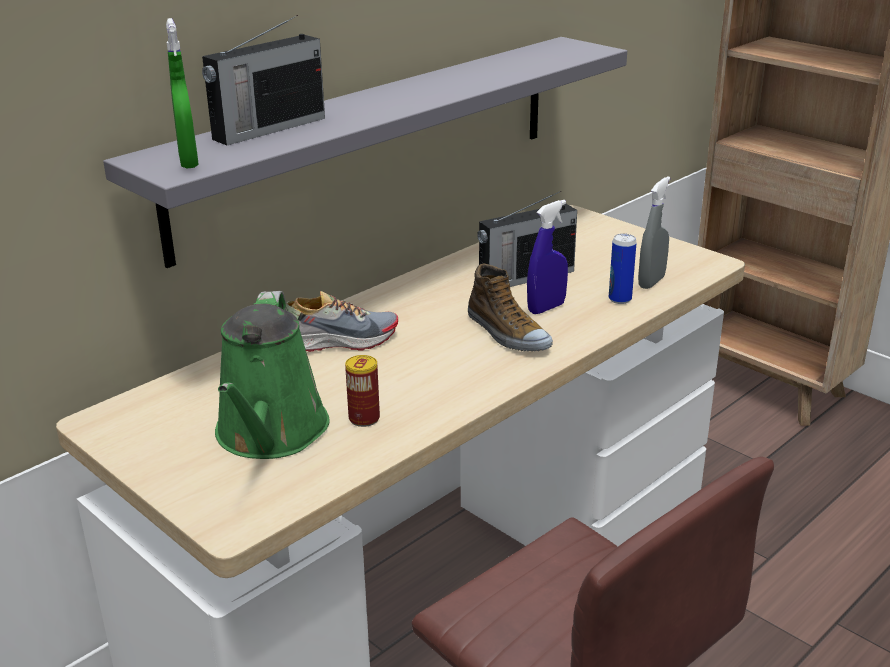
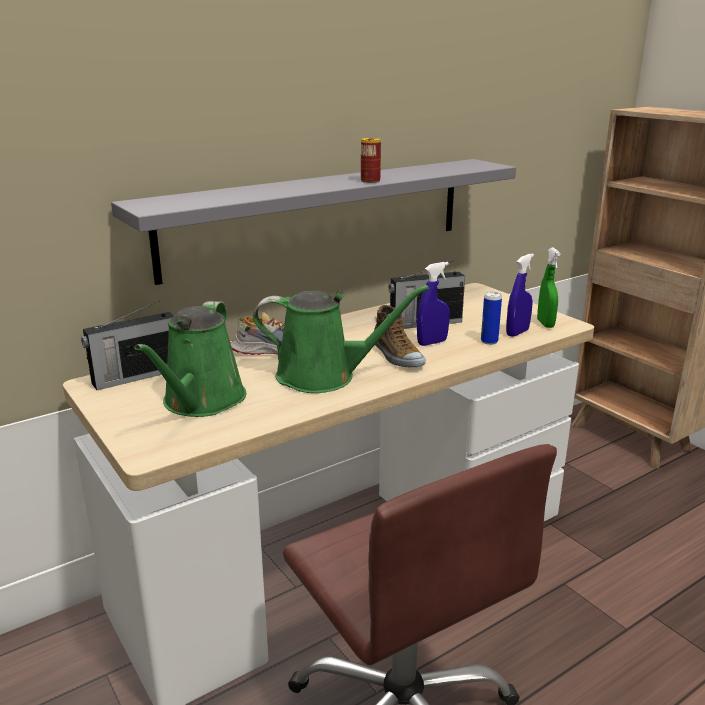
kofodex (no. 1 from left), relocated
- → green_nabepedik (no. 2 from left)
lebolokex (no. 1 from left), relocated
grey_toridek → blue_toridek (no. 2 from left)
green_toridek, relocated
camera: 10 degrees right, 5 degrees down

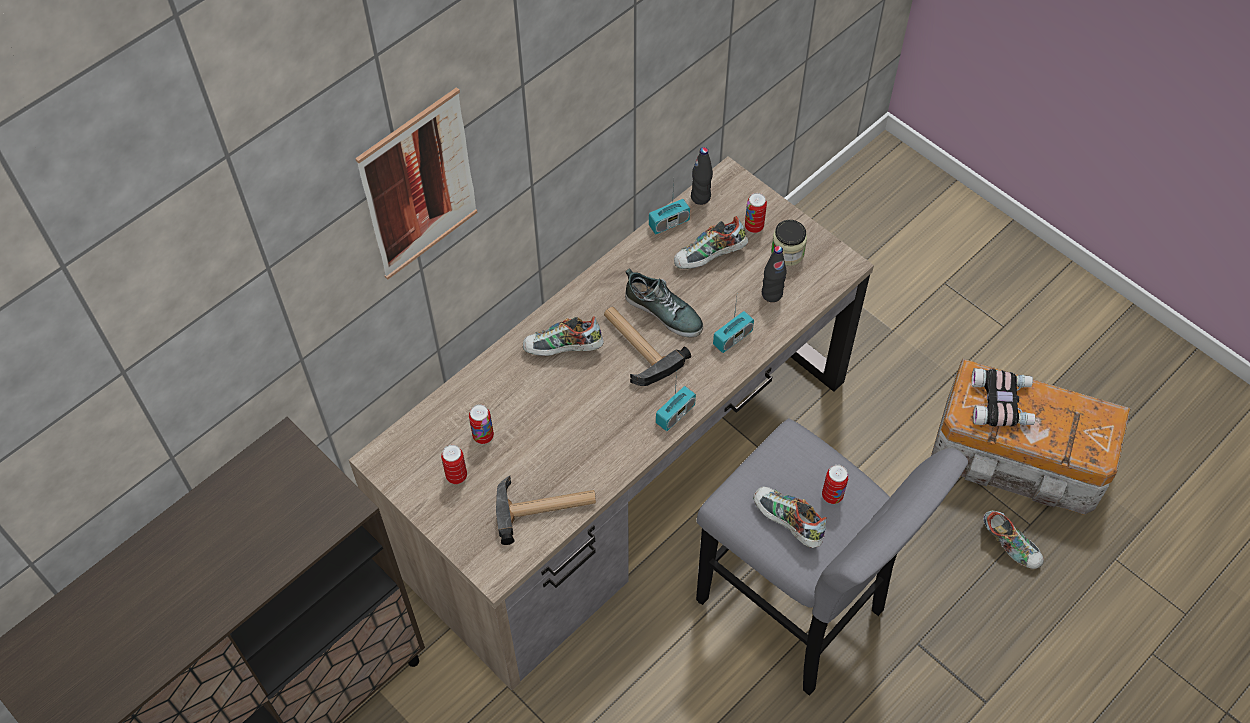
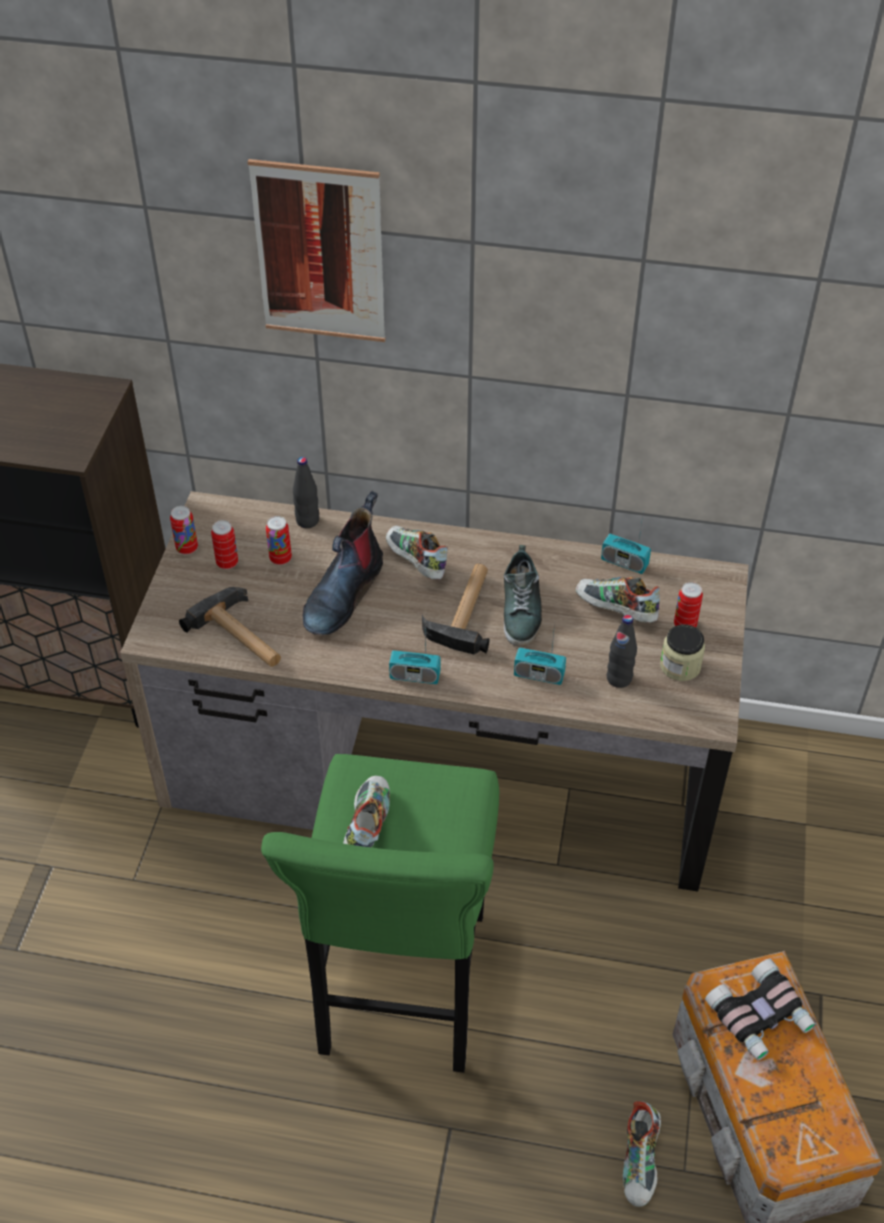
lebolokex (no. 4 from left in the first image) → lebolokex (no. 1 from left), relocated
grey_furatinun → green_furatinun
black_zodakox (no. 1 from left), relocated
- → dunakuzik
camera: 55 degrees right, 10 degrees down

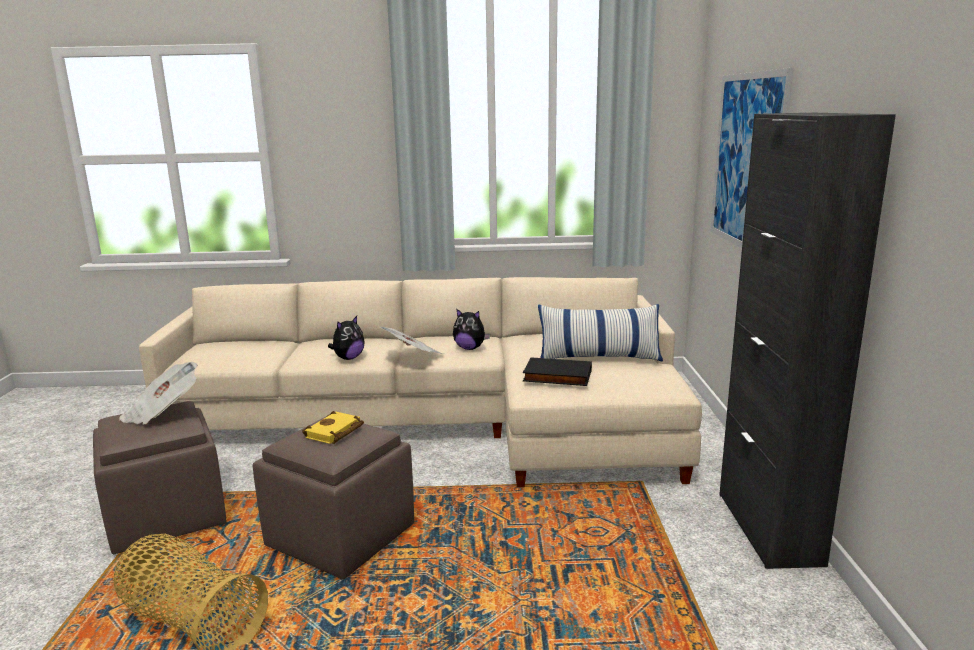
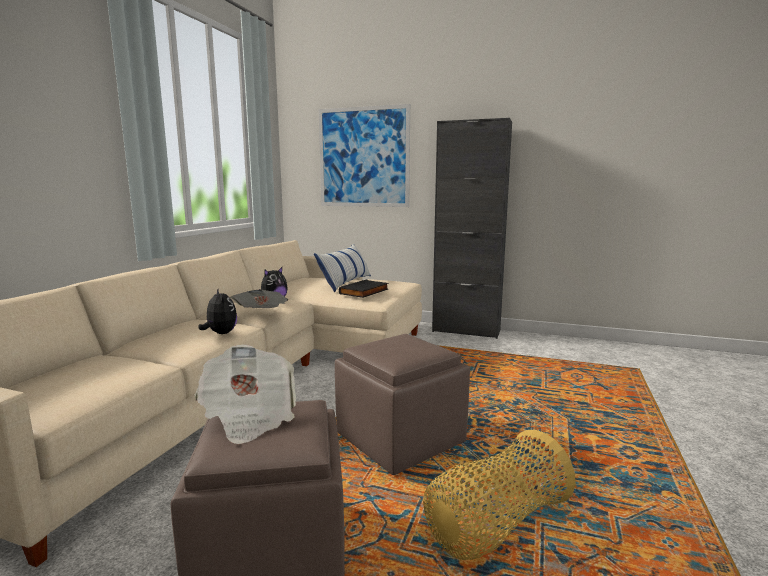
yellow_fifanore → -
camera: 70 degrees left, 5 degrees down

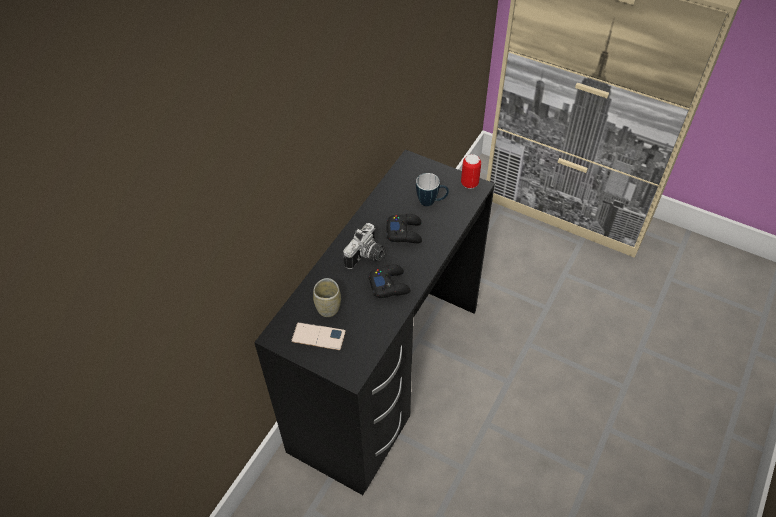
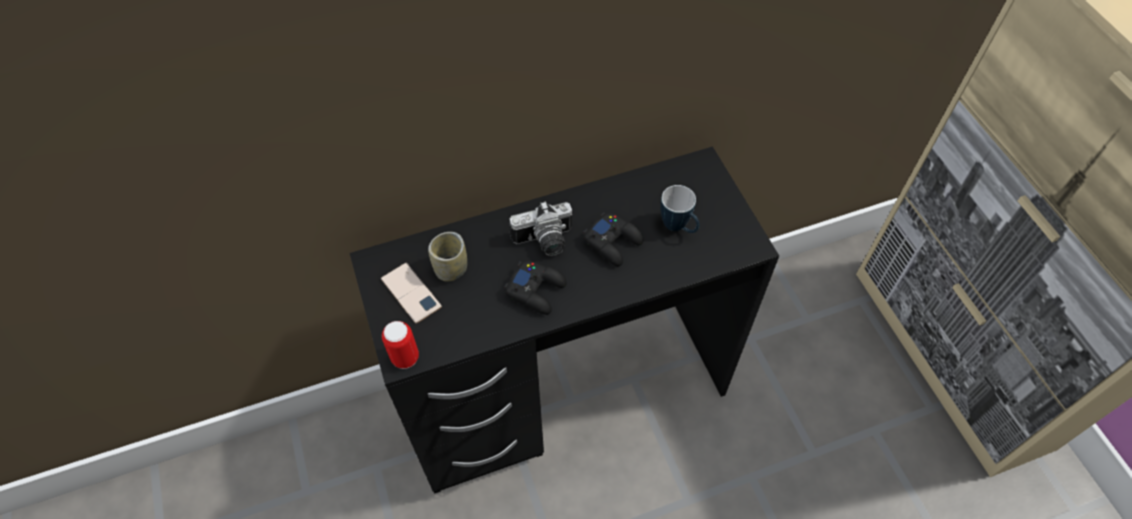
lebolokex, relocated
camera: 40 degrees right, 5 degrees up

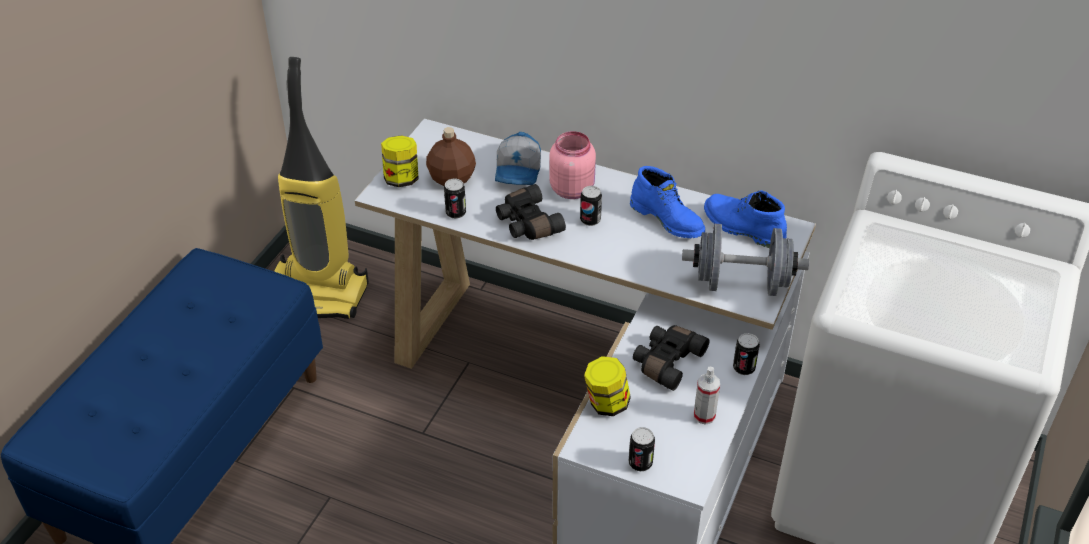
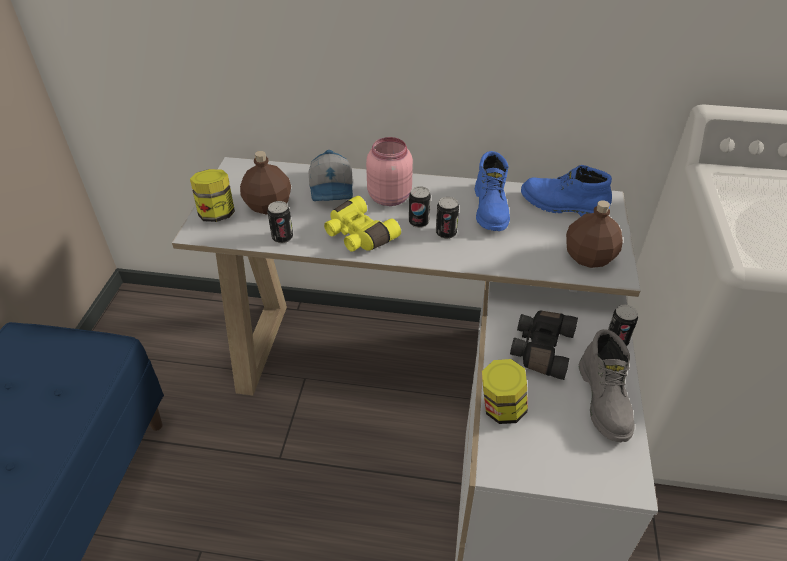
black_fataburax (no. 1 from left) → yellow_fataburax
lebolokex (no. 3 from left), relocated
blue_dunakuzik (no. 1 from left), 60 degrees clockwise
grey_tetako → brown_zodakox (no. 2 from left)
toridek → grey_dunakuzik
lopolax → -
camera: 15 degrees left, 0 degrees up

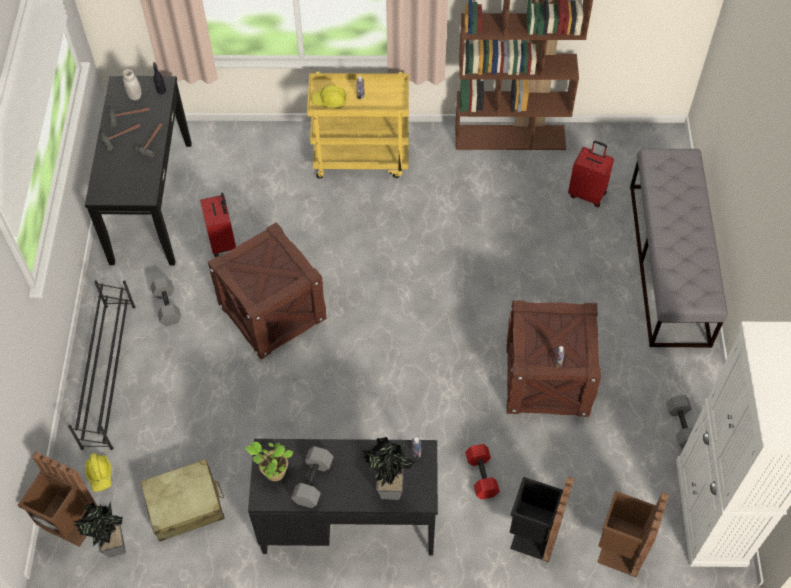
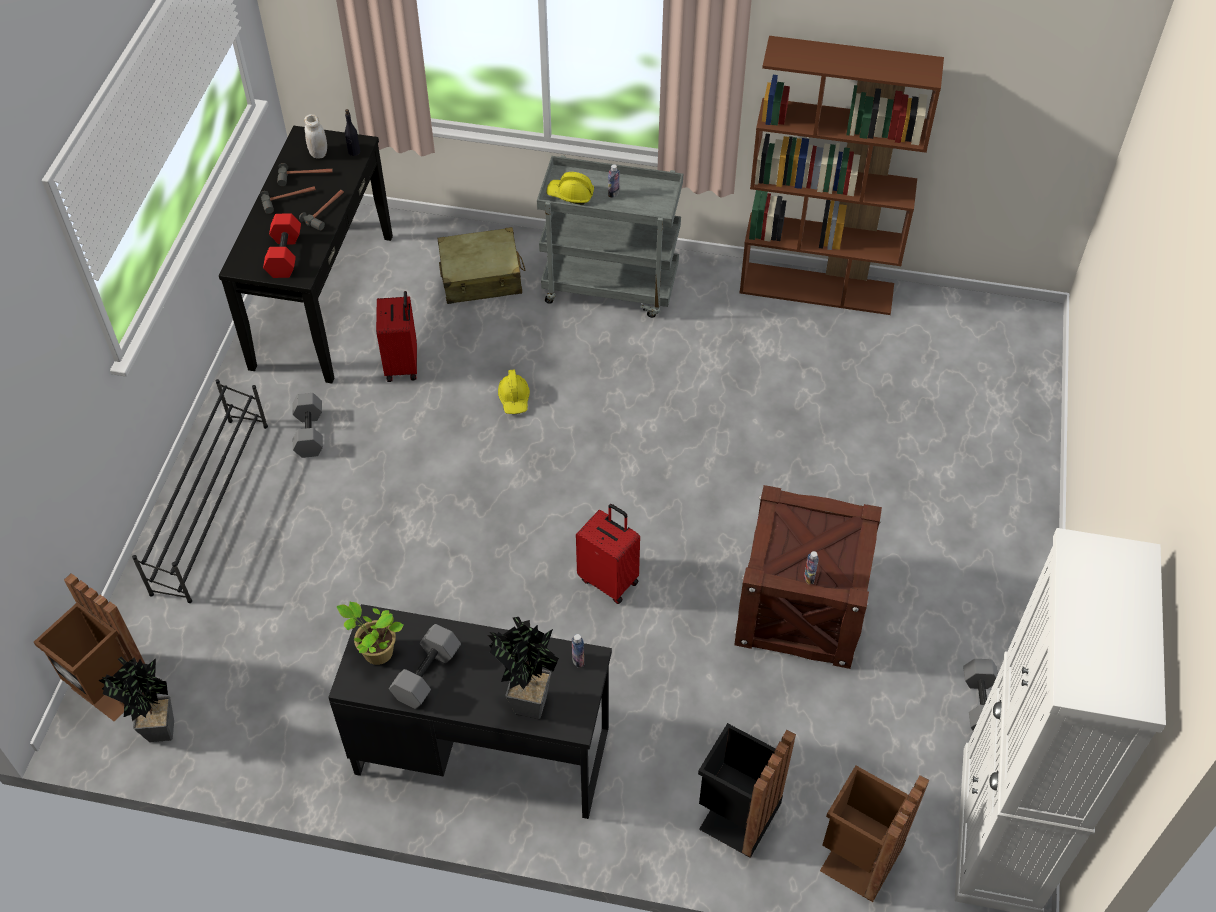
red_tetako, relocated
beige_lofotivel, relocated
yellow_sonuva (no. 1 from left), relocated
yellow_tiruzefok → grey_tiruzefok
red_lofotivel (no. 2 from left), relocated
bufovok (no. 1 from left) → -
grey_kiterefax → -
camera: 10 degrees right, 5 degrees down

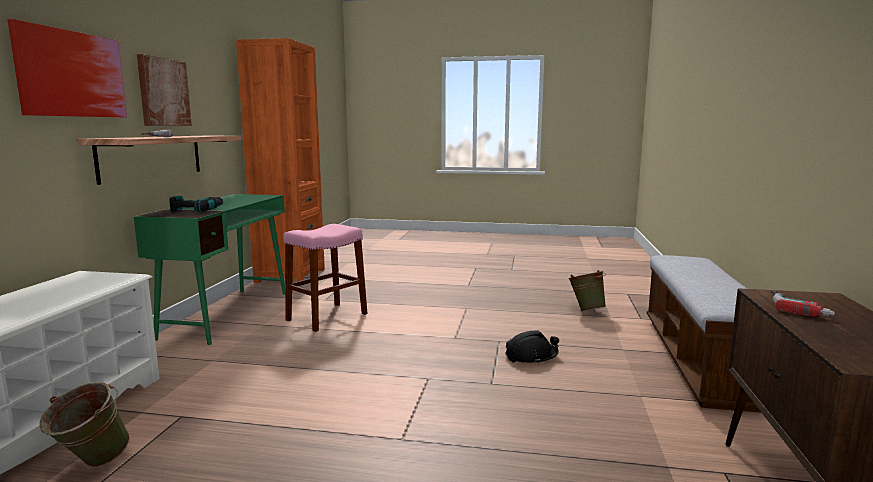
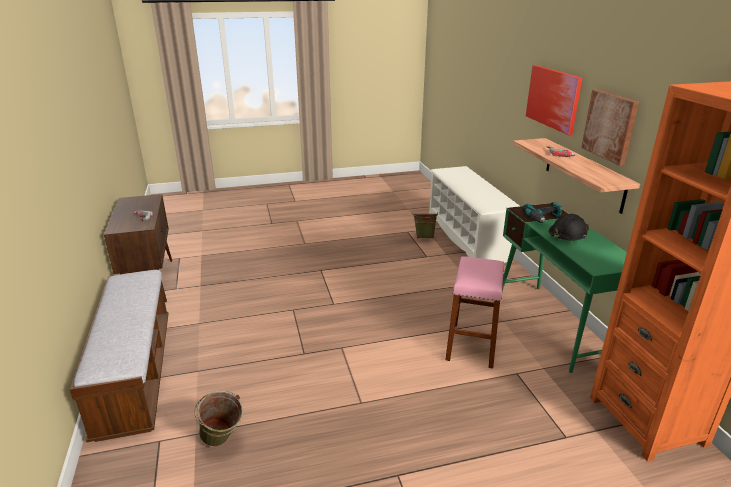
black_sonuva, relocated
camera: 155 degrees right, 15 degrees up

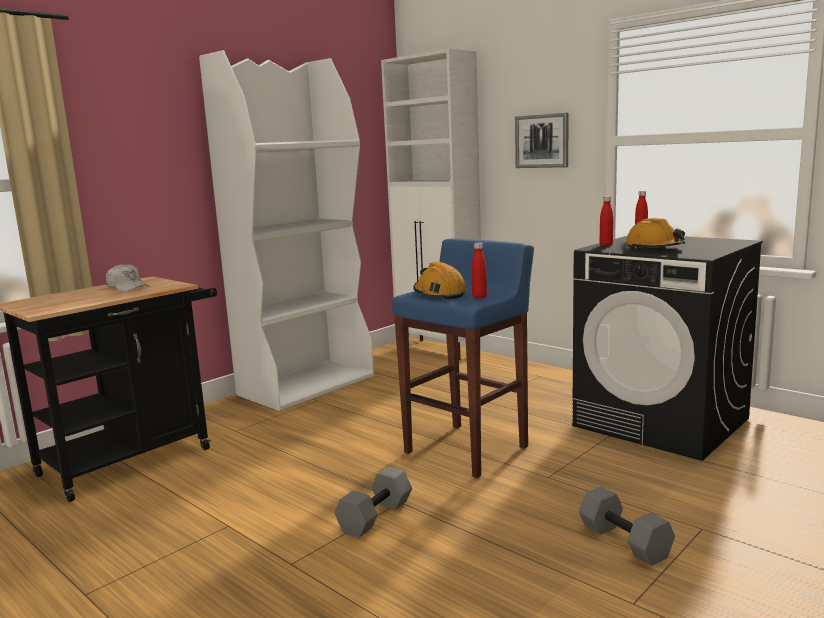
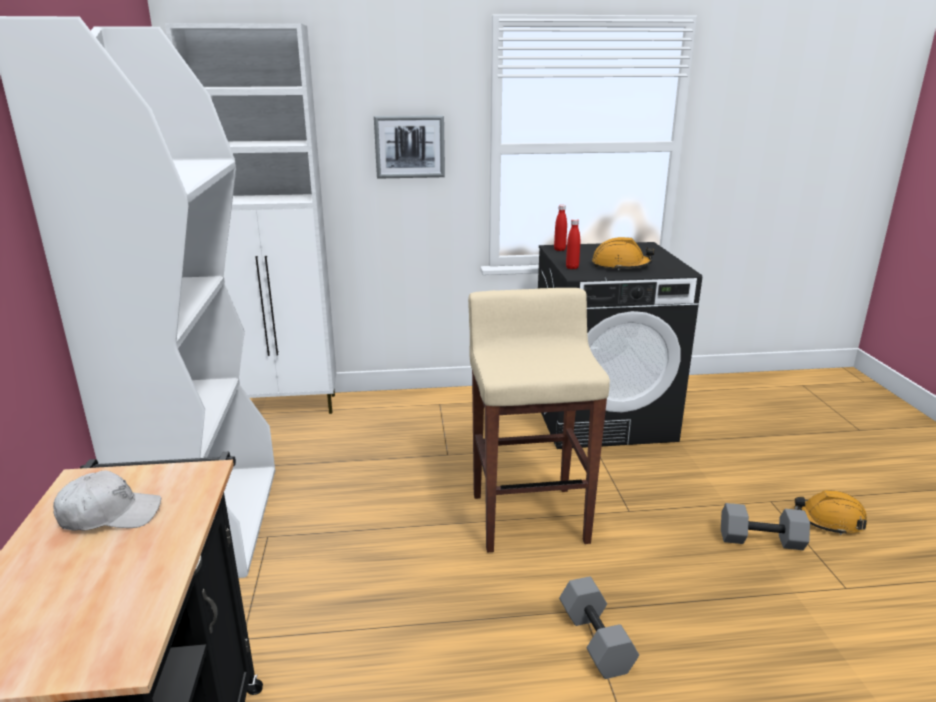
blue_furatinun → beige_furatinun
orange_sonuva (no. 1 from left in the first image) → orange_sonuva (no. 2 from left), relocated
red_zodakox (no. 1 from left) → -
camera: 50 degrees left, 10 degrees up

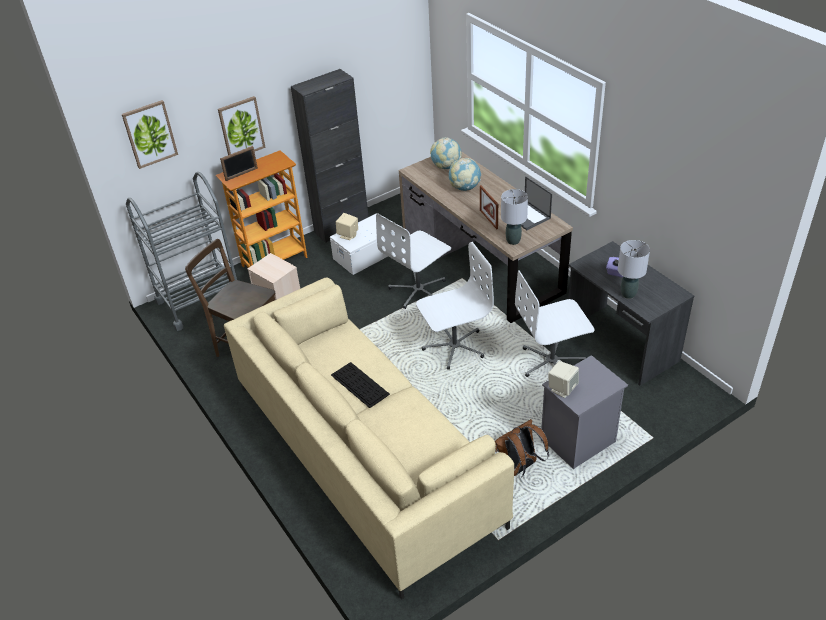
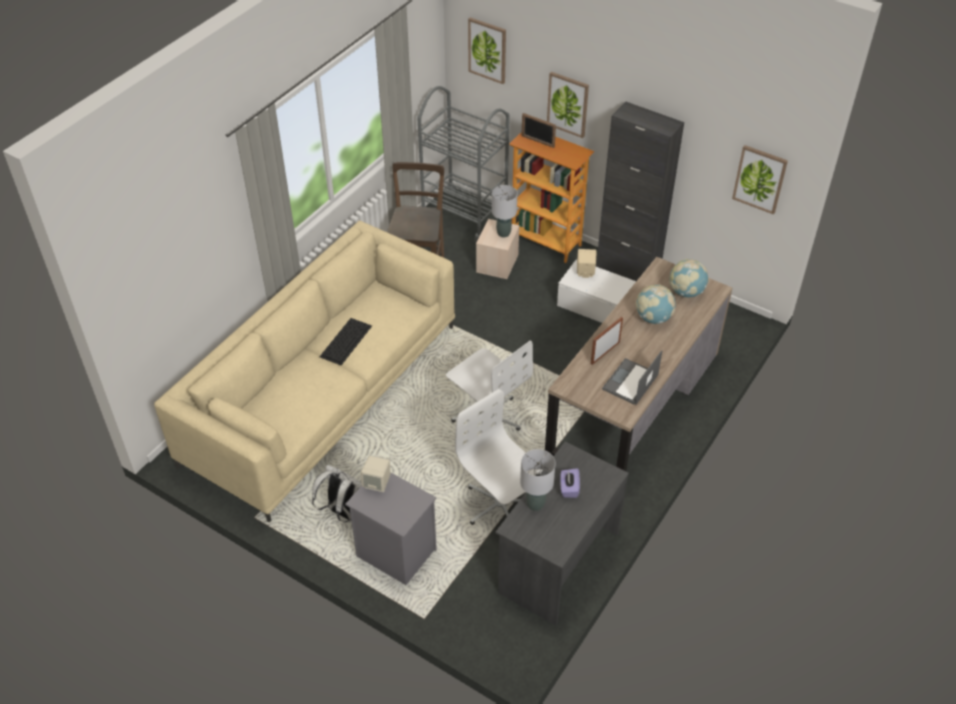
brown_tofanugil → white_tofanugil
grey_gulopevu (no. 1 from left), relocated
- → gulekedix (no. 3 from left)
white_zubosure (no. 1 from left) → -
camera: 65 degrees right, 5 degrees up

